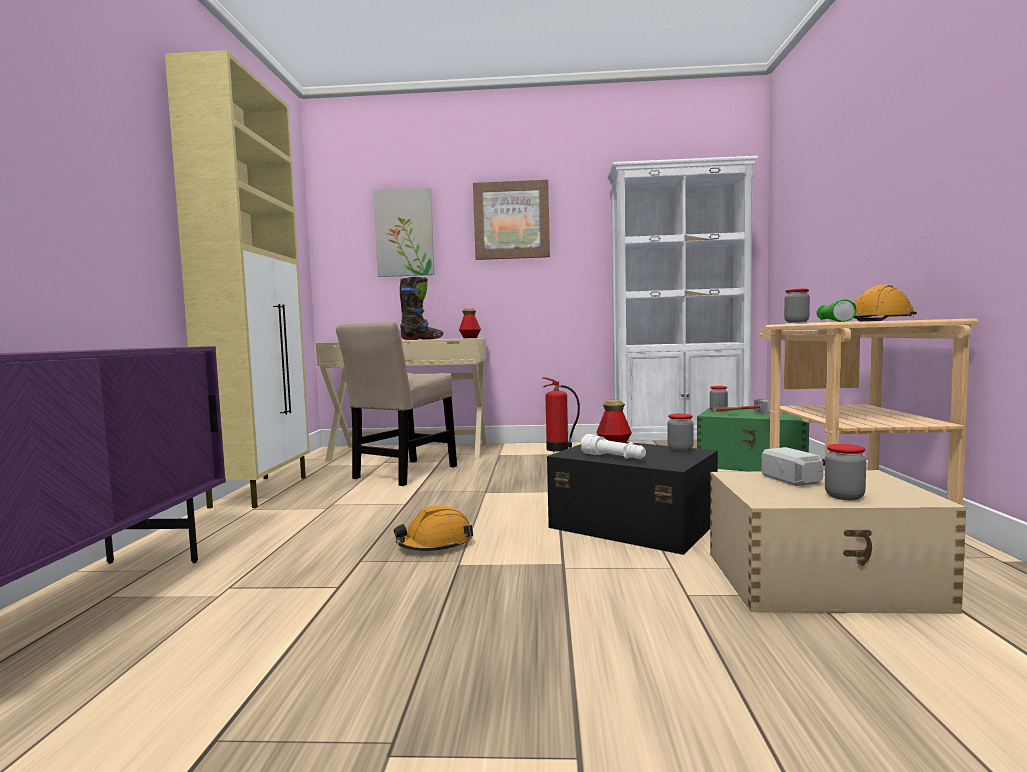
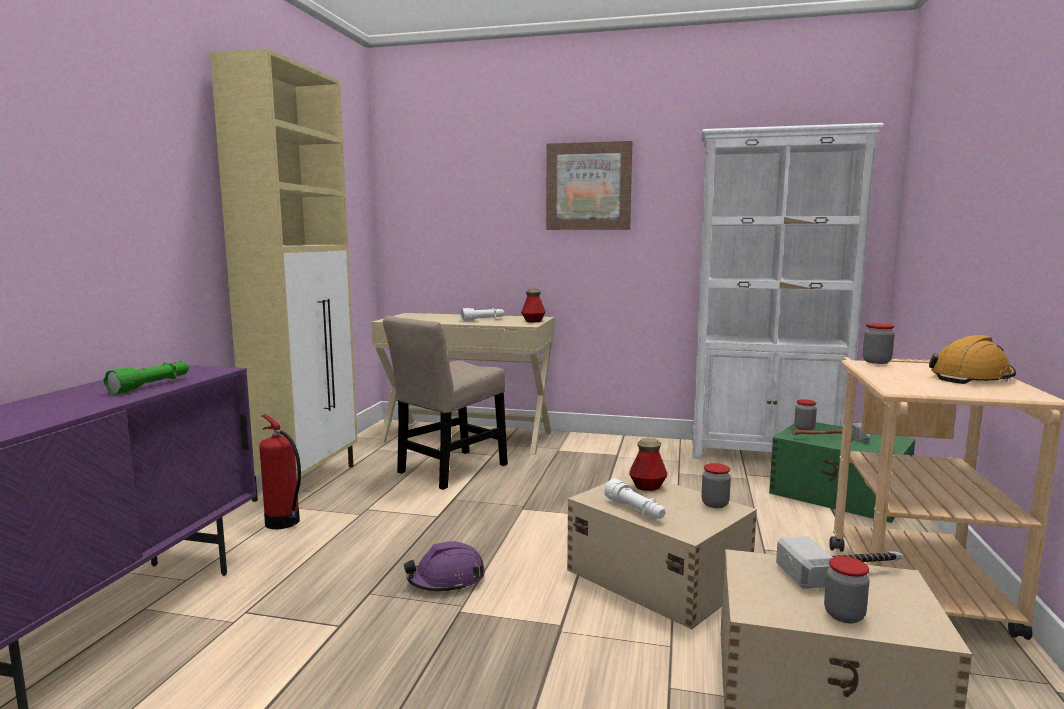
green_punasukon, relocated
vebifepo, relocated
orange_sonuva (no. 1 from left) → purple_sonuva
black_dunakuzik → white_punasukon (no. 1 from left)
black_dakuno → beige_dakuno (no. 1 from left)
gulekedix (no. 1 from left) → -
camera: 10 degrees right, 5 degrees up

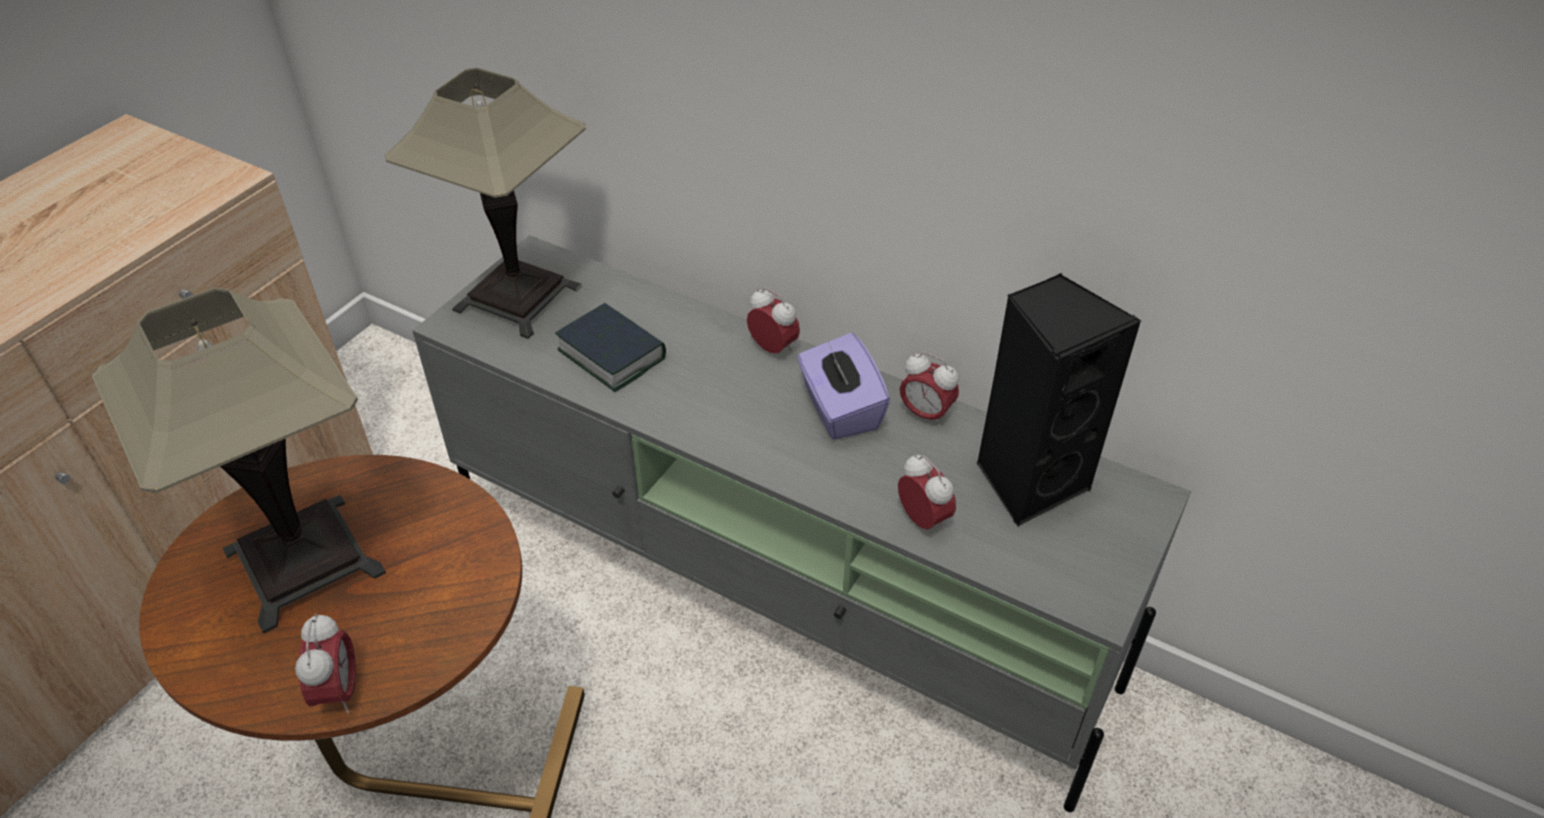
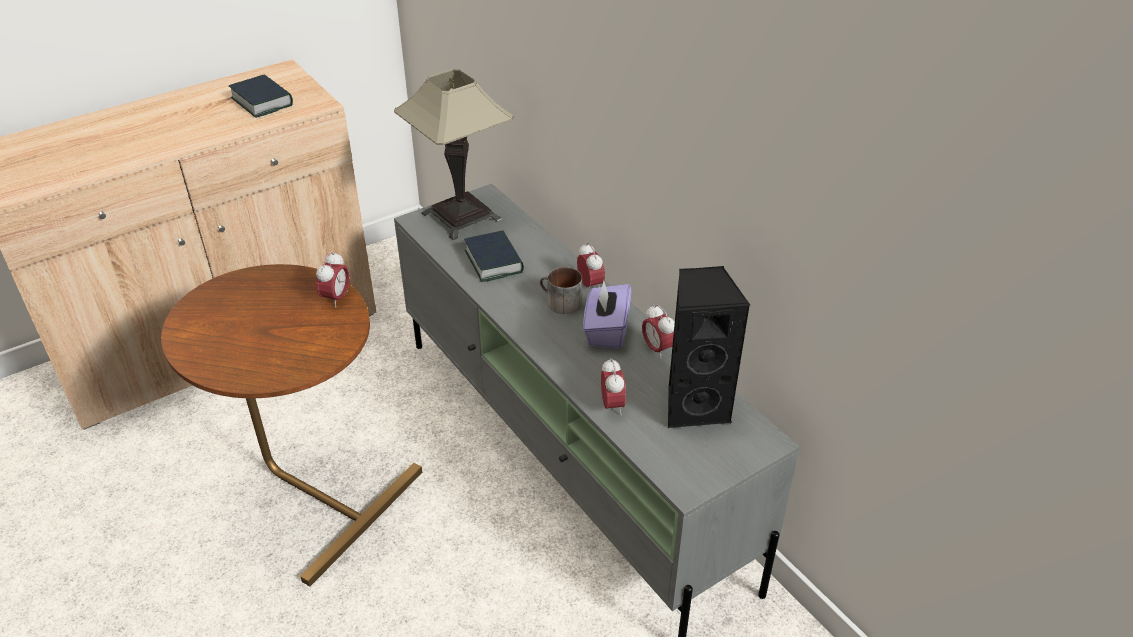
- → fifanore (no. 1 from left)
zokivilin (no. 1 from left), relocated
- → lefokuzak
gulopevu (no. 1 from left) → -
camera: 25 degrees right, 5 degrees down

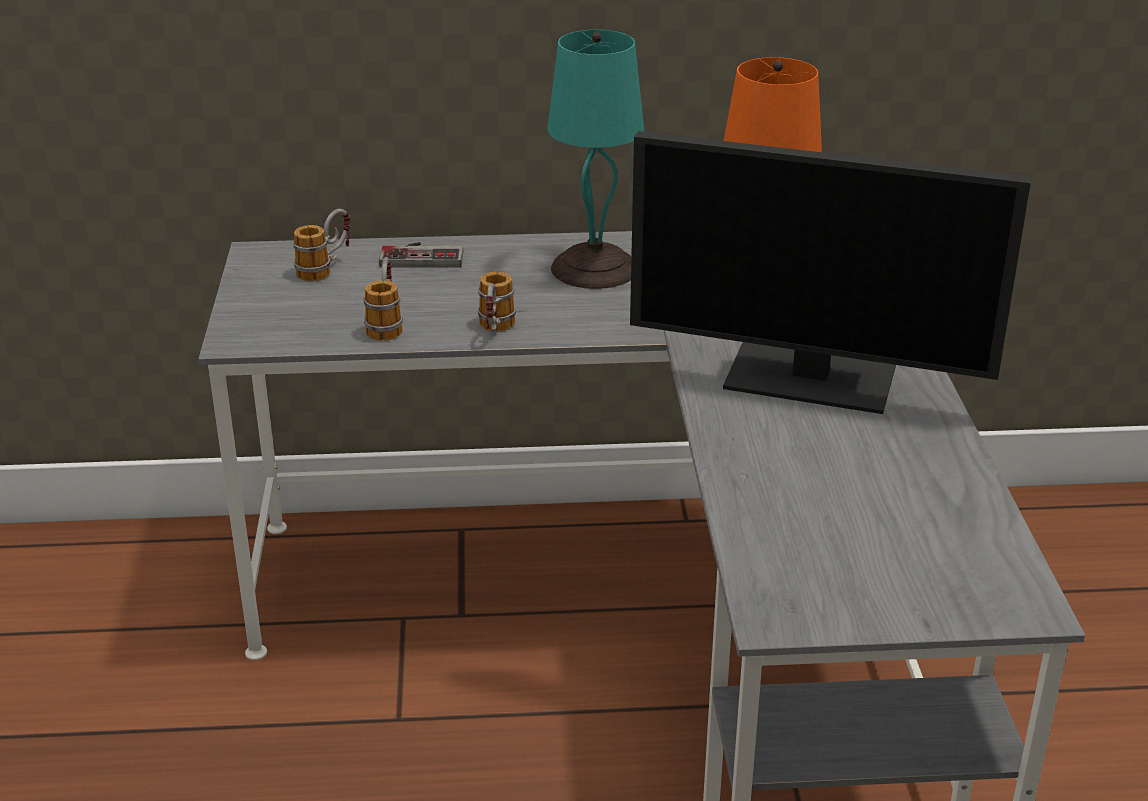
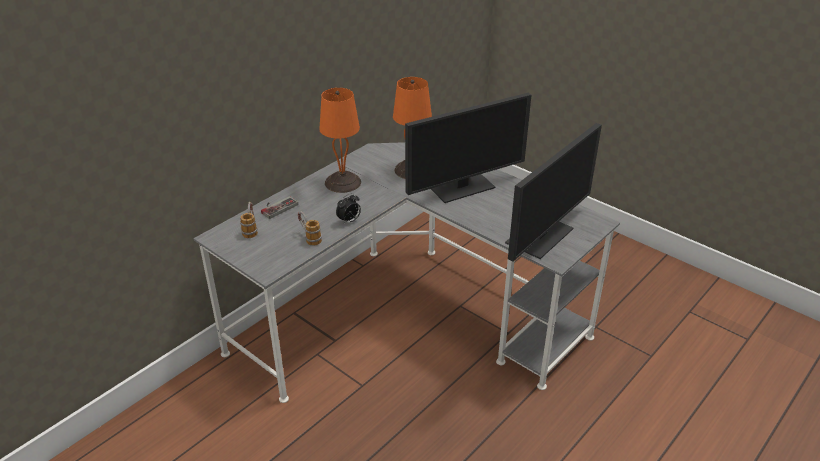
turquoise_gulopevu → orange_gulopevu (no. 1 from left)
lefokuzak (no. 3 from left) → zokivilin
- → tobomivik (no. 2 from left)
camera: 45 degrees left, 5 degrees up

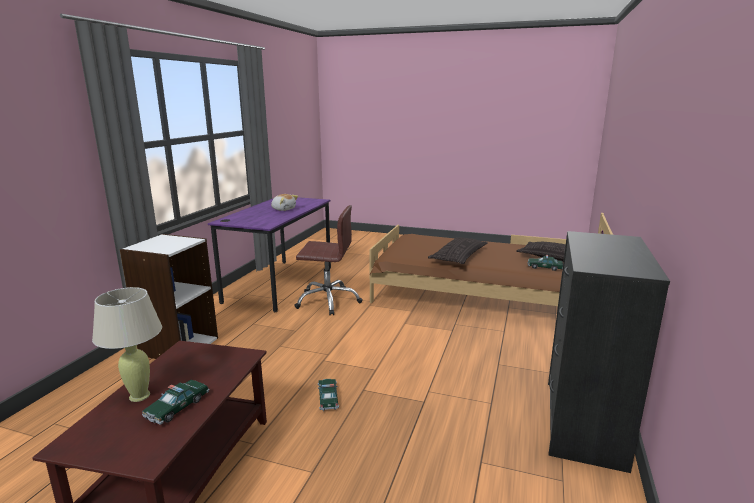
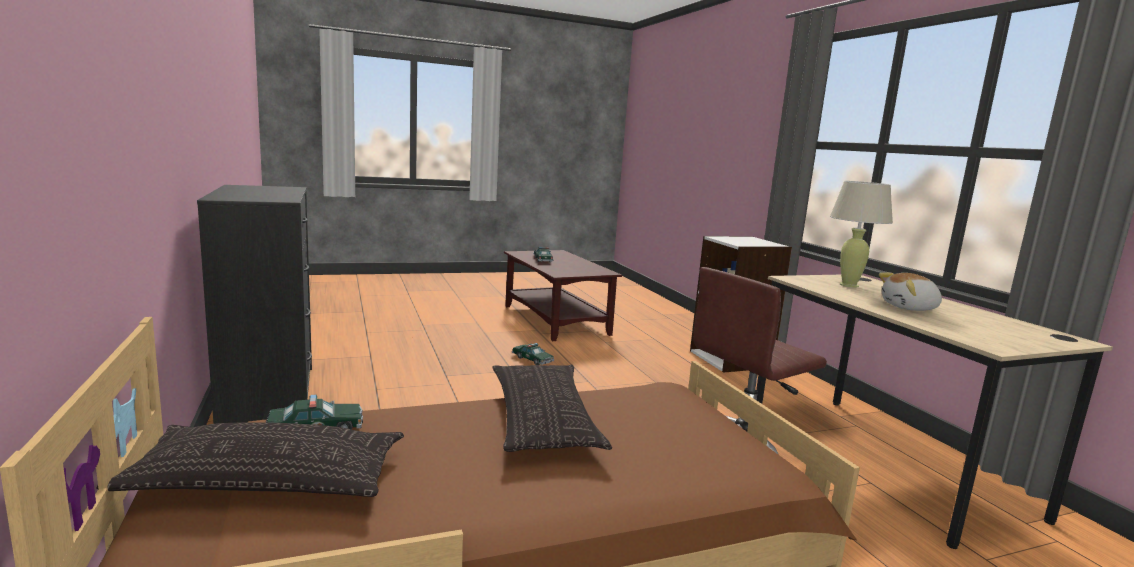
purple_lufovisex → beige_lufovisex
beige_gulopevu, relocated
camera: 140 degrees right, 5 degrees down

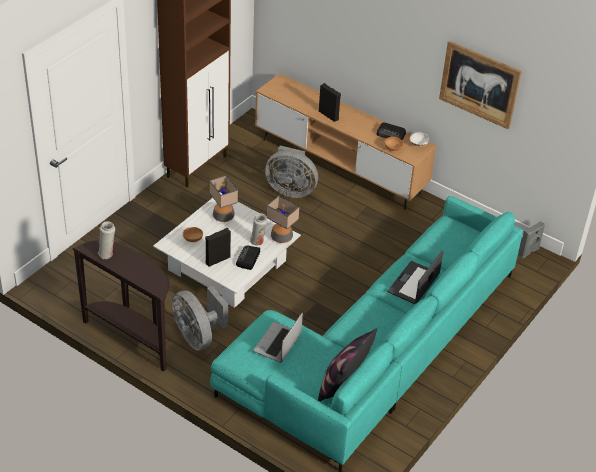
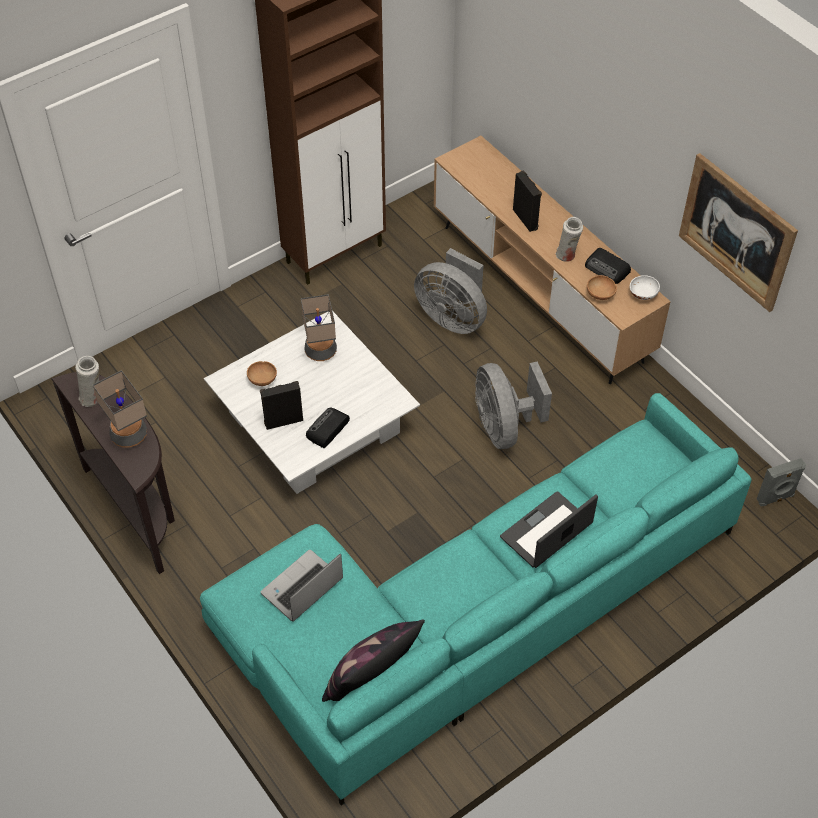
gulopevu (no. 2 from left in the first image) → gulopevu (no. 1 from left), relocated
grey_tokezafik (no. 1 from left in the first image) → grey_tokezafik (no. 2 from left), relocated
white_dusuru (no. 2 from left), relocated
camera: 20 degrees right, 10 degrees up

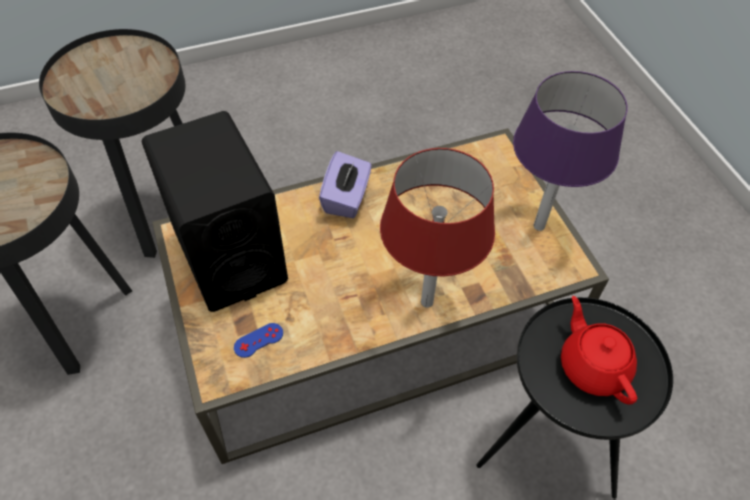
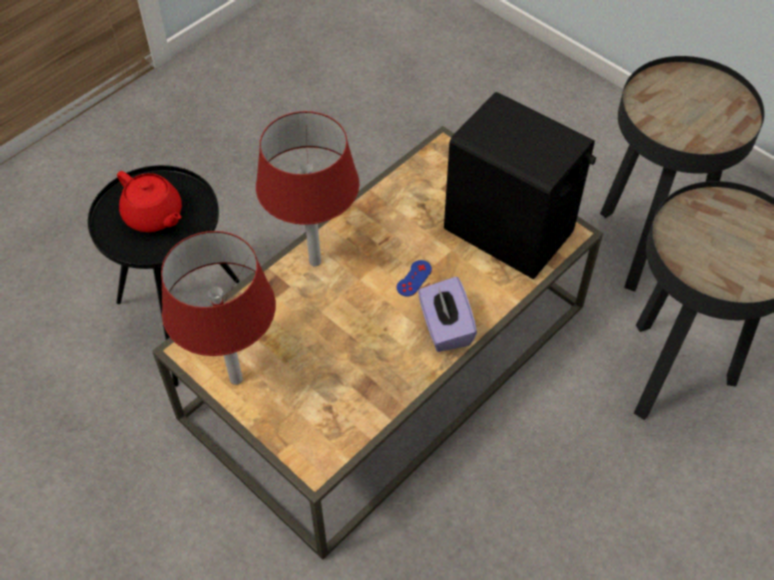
purple_gulopevu → red_gulopevu (no. 1 from left)
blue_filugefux, relocated
camera: 155 degrees right, 0 degrees up

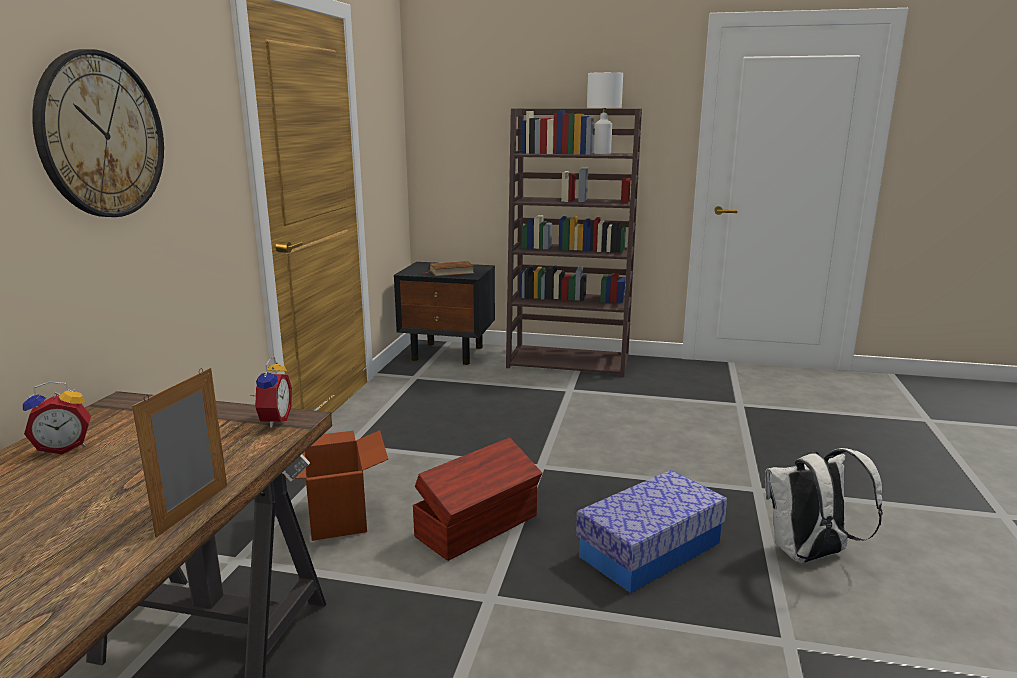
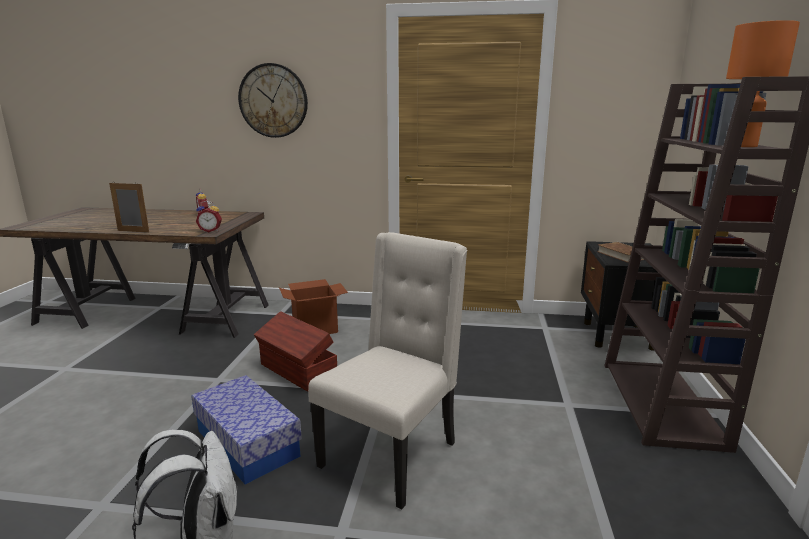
- → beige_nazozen
white_gulopevu → orange_gulopevu
camera: 85 degrees right, 0 degrees up

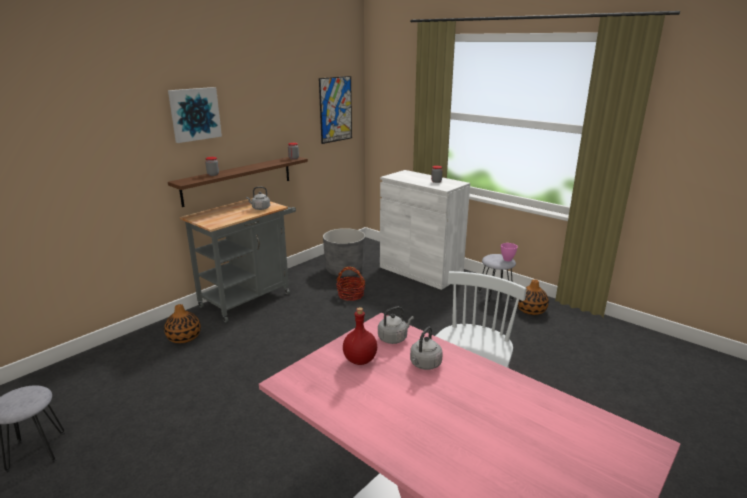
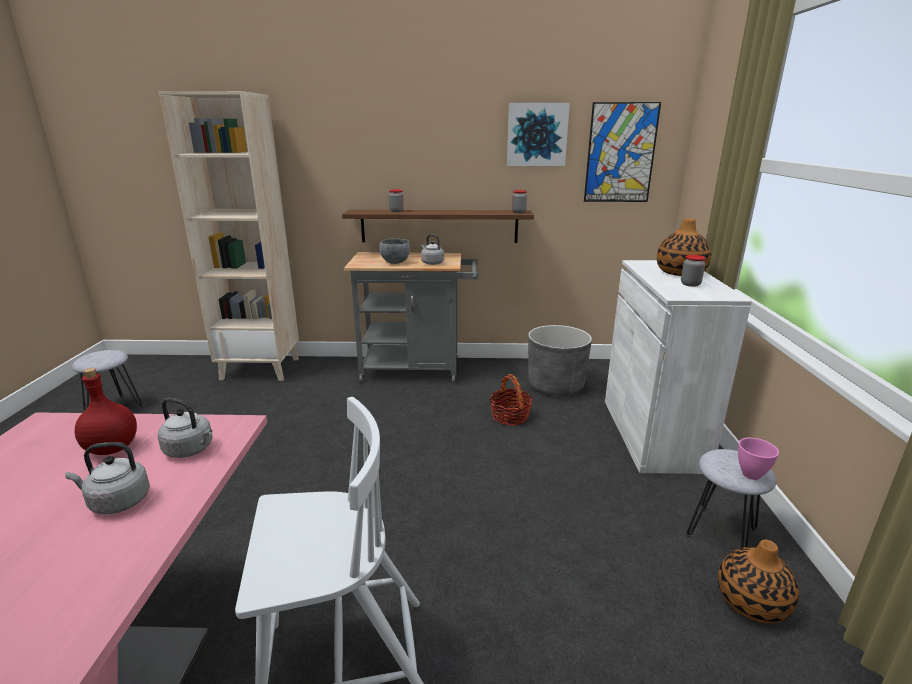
- → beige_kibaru
- → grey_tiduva
gulekedix (no. 1 from left), relocated
dusuru (no. 1 from left), relocated
camera: 50 degrees right, 0 degrees up

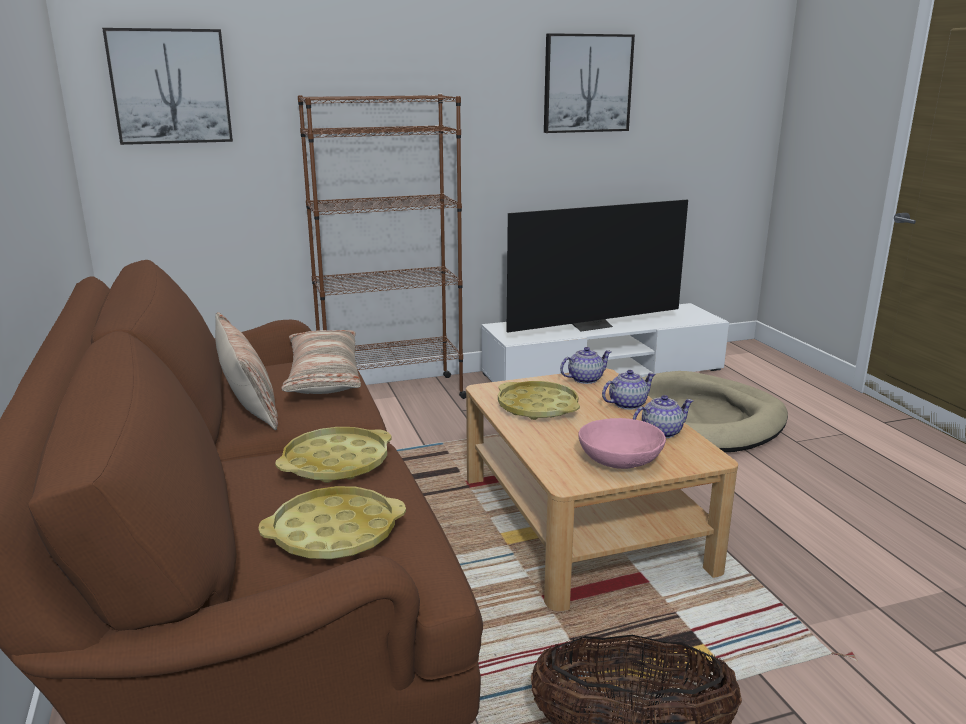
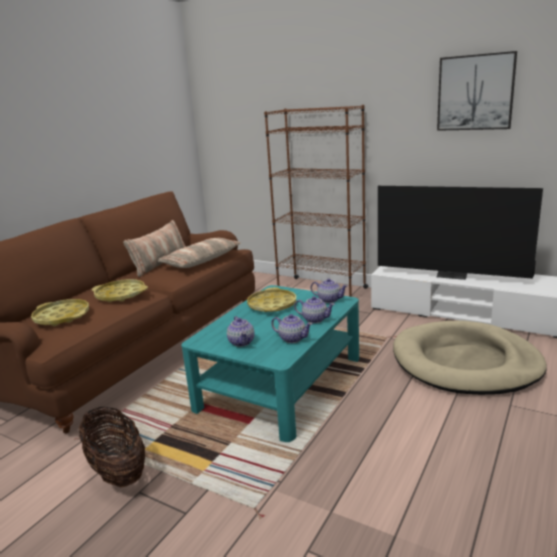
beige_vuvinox → turquoise_vuvinox
pink_tiduva → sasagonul (no. 1 from left)
gulekedix (no. 1 from left) → -
camera: 50 degrees right, 0 degrees up

